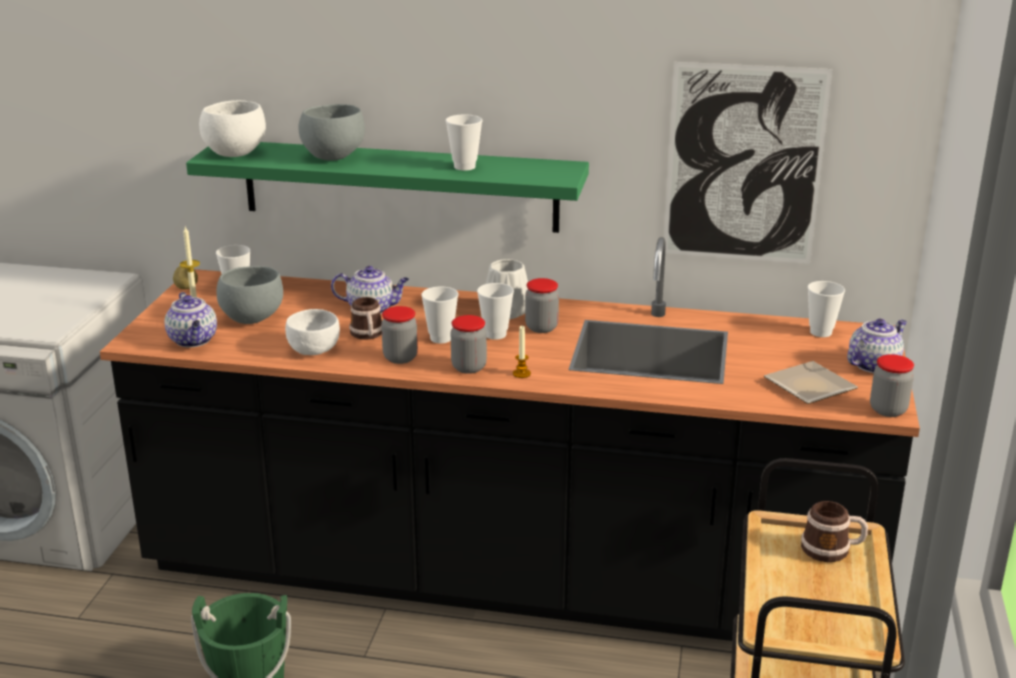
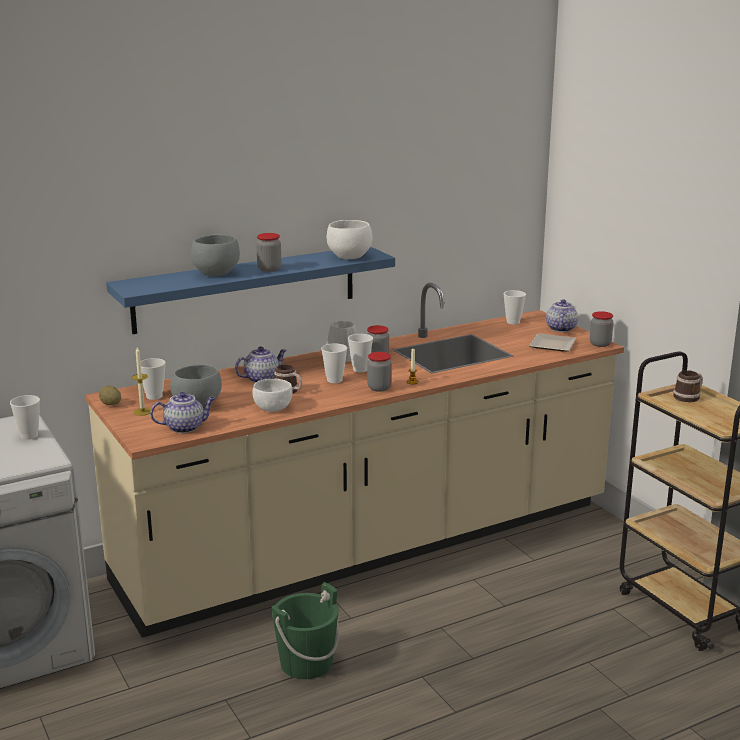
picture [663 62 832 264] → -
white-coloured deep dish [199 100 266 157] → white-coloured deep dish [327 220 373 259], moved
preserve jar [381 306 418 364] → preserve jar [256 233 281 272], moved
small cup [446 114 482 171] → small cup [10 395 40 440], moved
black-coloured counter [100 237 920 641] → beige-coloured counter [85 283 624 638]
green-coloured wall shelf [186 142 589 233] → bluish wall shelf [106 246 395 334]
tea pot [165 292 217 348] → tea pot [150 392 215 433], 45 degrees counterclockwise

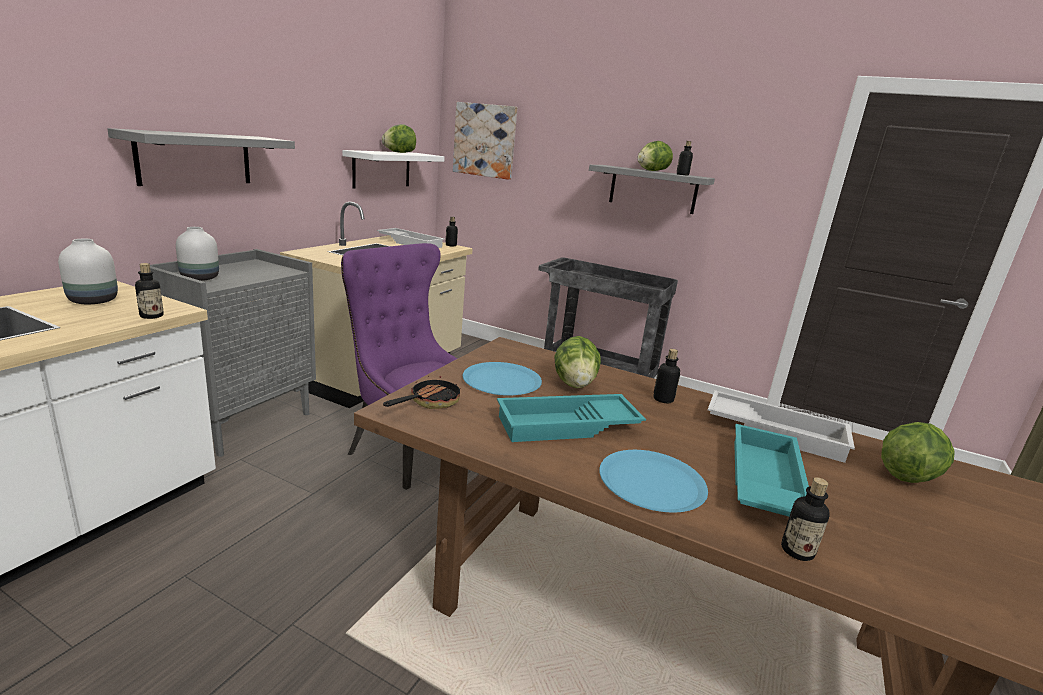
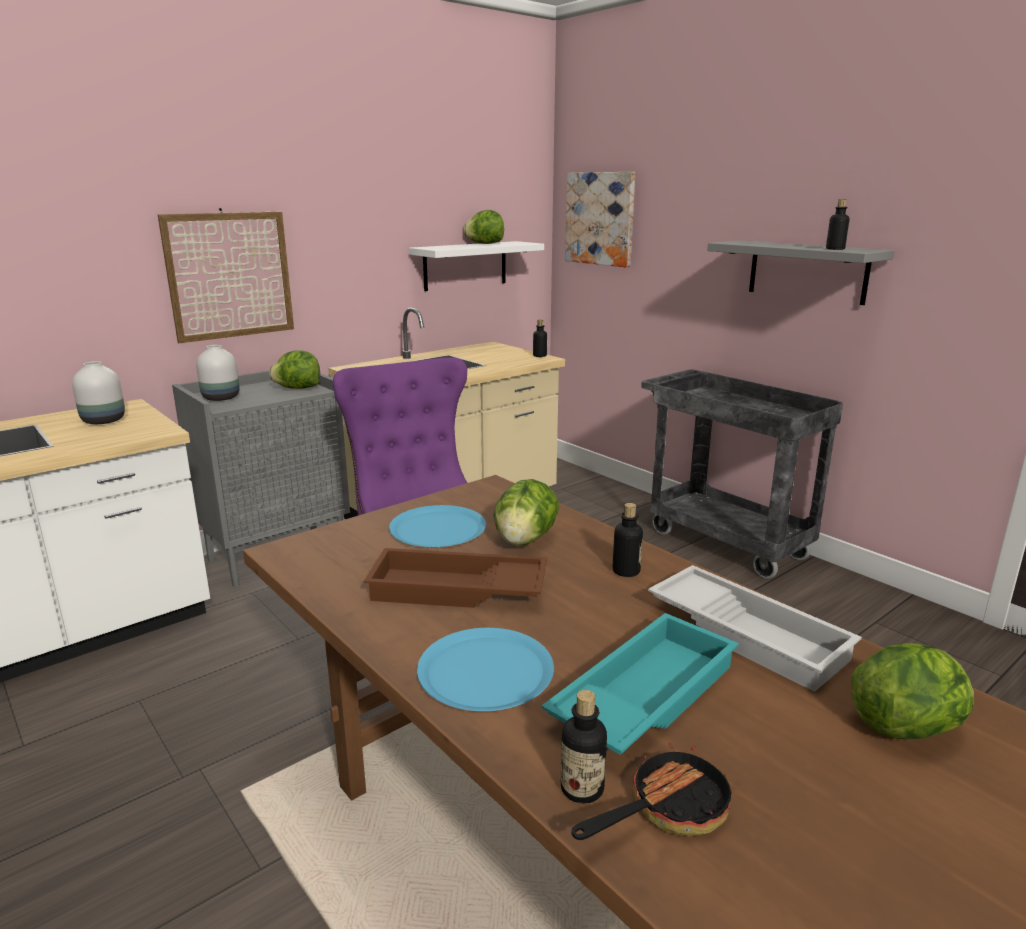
bottle [135 263 164 319] → -
white-coloured serving tray [377 228 444 248] → -
frying pan [383 370 461 409] → frying pan [571 738 734 840], moved
lettuce [638 141 673 171] → lettuce [269 350 320 389], moved
gray wall shelf [107 128 295 186] → picture [158 208 294 343]
turquoise-coloured serving tray [497 394 646 442] → brownish serving tray [364 548 547 608]

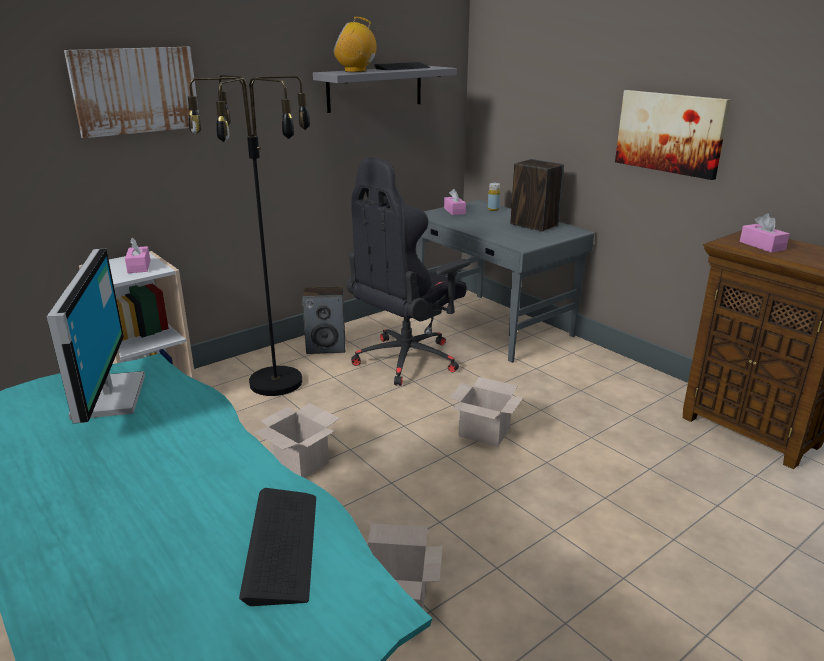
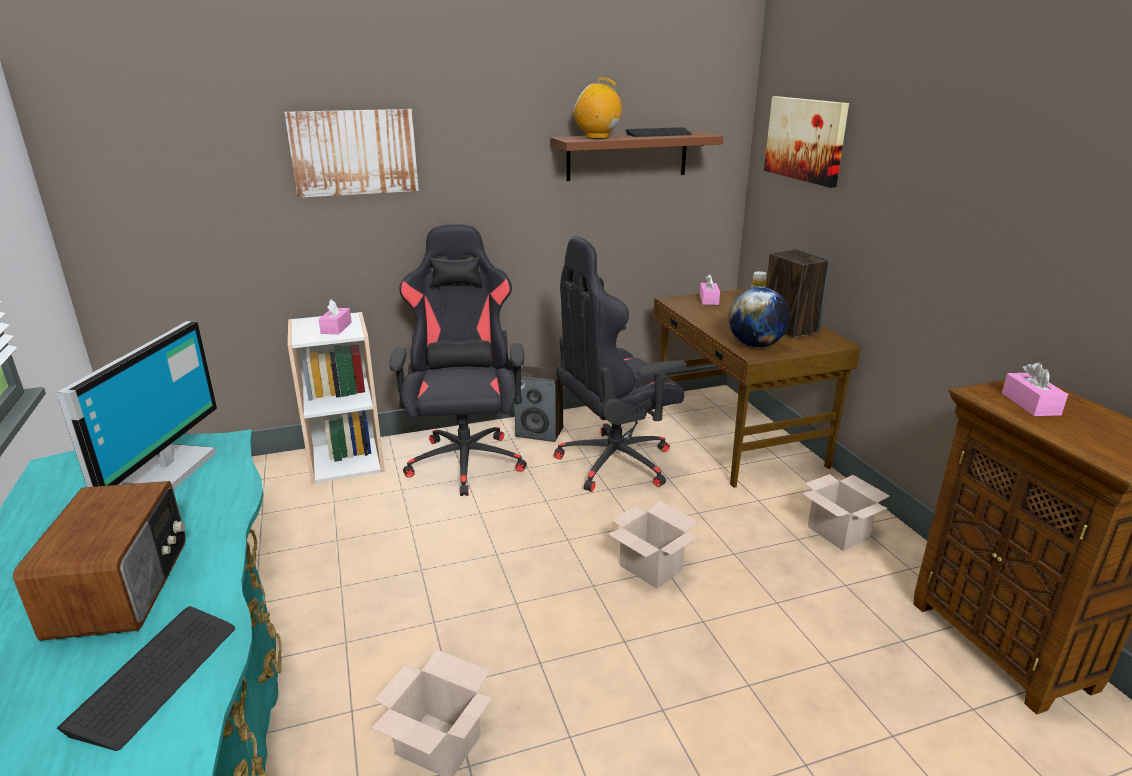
- → radio receiver [13 481 186 641]
- → globe [728 287 790 347]
packing box [254 403 340 478] → packing box [801 474 890 551], moved
picture [615 90 730 180] → picture [764 96 849 188], moved
standard lamp [188 75 310 396] → black-coloured office chair [389 224 527 496]
gray wall shelf [313 66 457 113] → brownish wall shelf [551 132 724 181]
gray desk table [416 200 594 363] → brownish desk table [653 288 861 488]

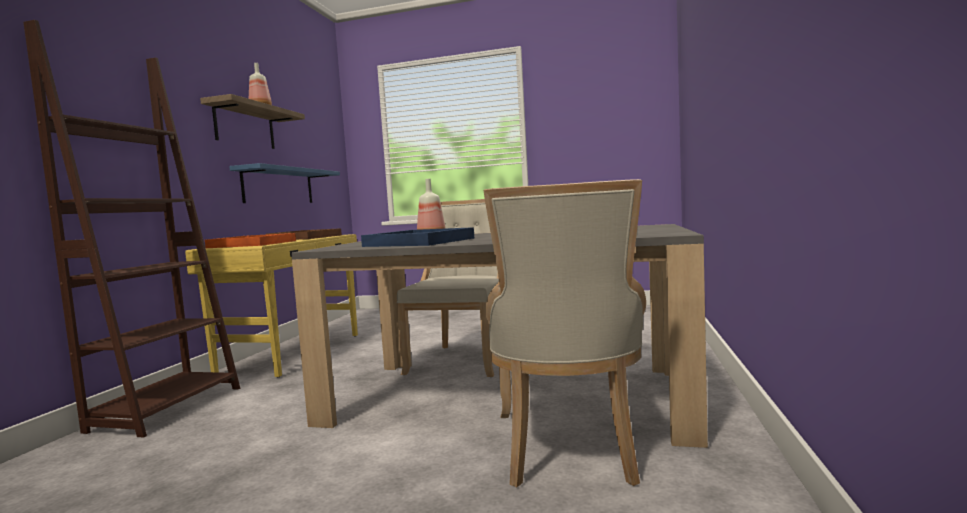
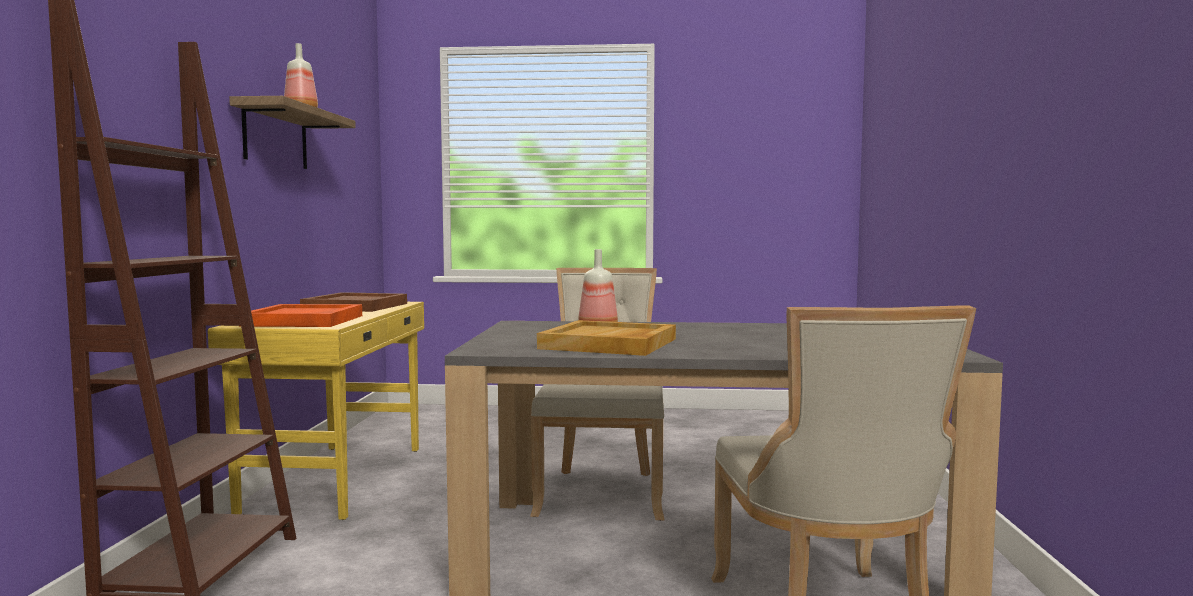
bluish wall shelf [229 163 340 203] → -
bluish serving tray [361 227 474 247] → beige-coloured serving tray [537 320 676 356]

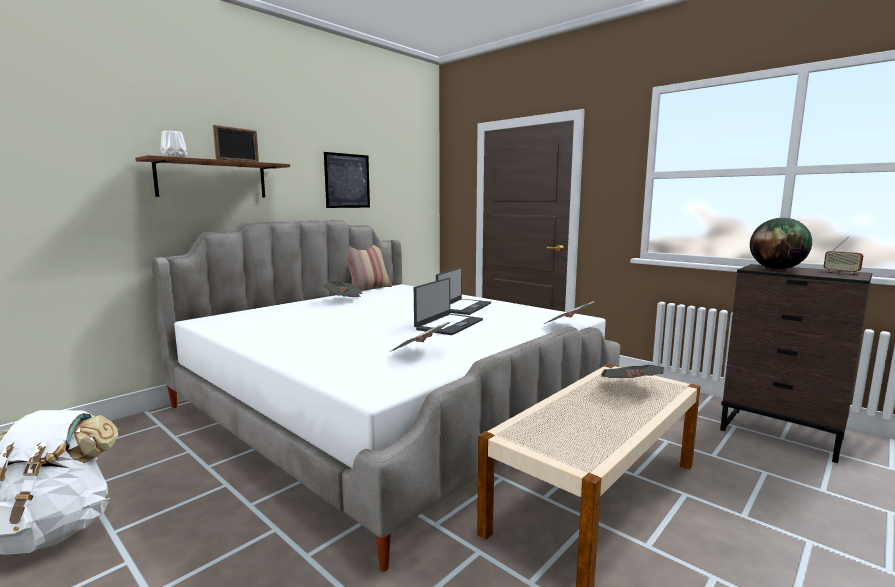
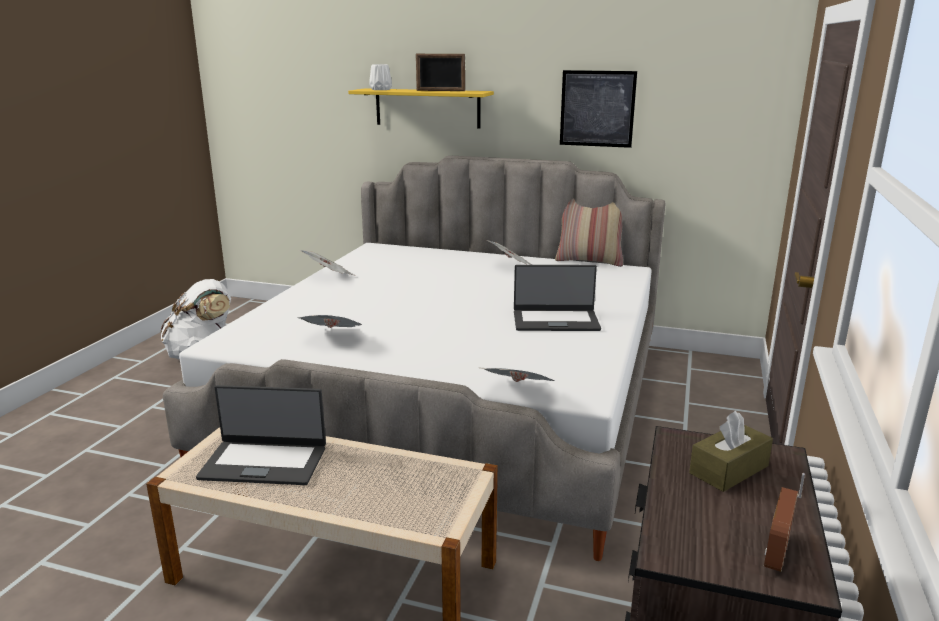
notebook computer [414 278 483 335] → notebook computer [196 385 326 485], moved
newspaper [601 365 664 378] → newspaper [299 250 354 275], moved
globe [750 218 812 269] → brownish box of tissues [689 411 773 492]
brownish wall shelf [135 155 290 197] → yellow wall shelf [348 88 494 128]

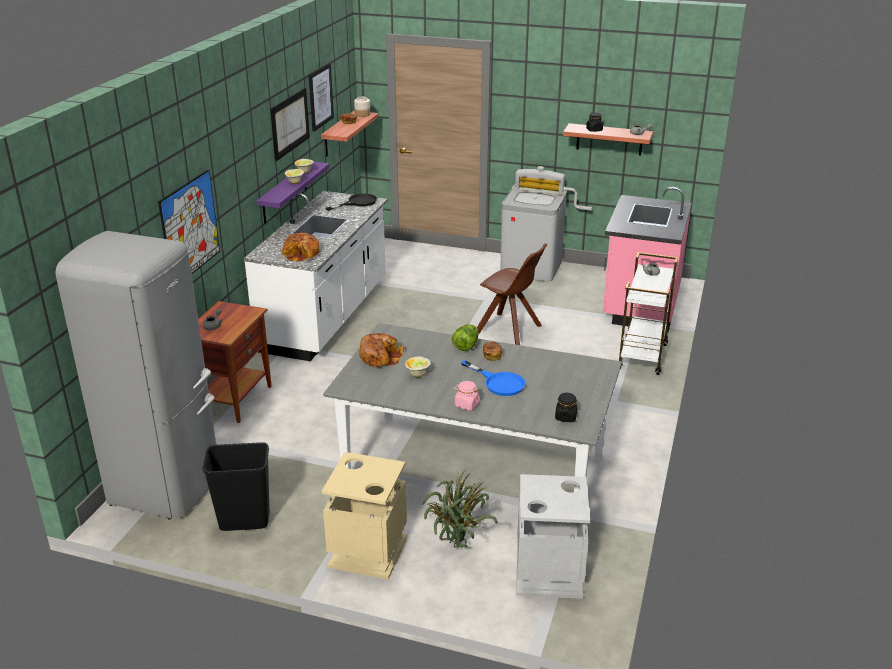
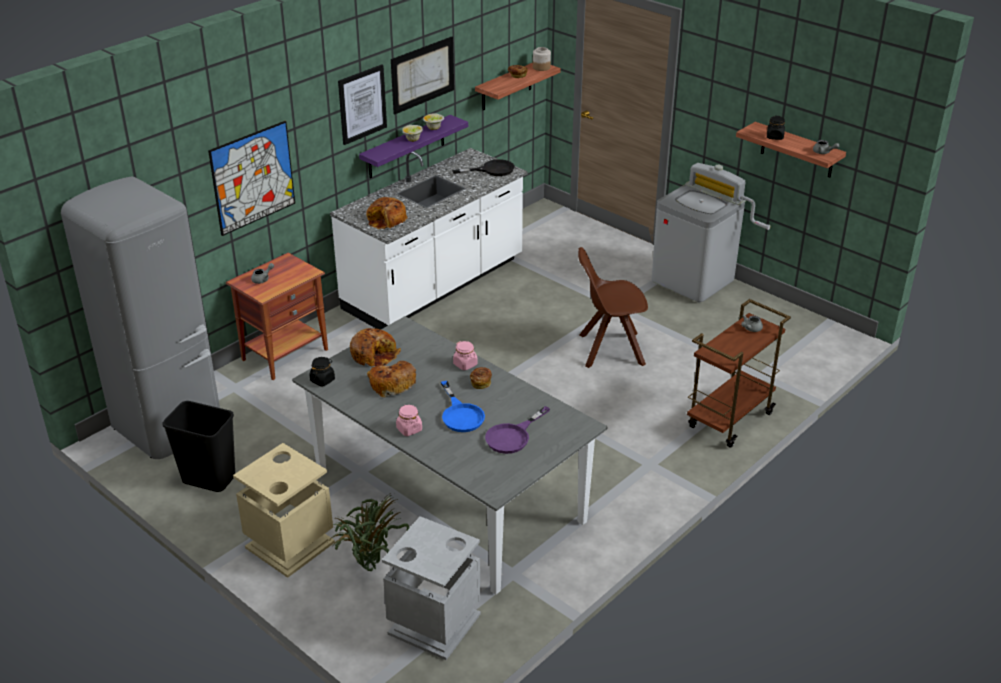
pinkish counter [603 187 692 332] → -
- → purple-coloured frying pan [485 406 550 454]
picture [309 63 334 132] → picture [338 64 387 145], moved
black-coloured preserve jar [555 393 577 422] → black-coloured preserve jar [310 357 335 386], moved
deep dish [405 356 431 377] → bakery bread [367 361 416 397]
lettuce [452 324 478 351] → pinkish preserve jar [453 341 477 370]
white-coloured cart [619 252 678 375] → brownish cart [687 299 791 448]
brownish chair [477 243 547 345] → brownish chair [578 247 648 368], 120 degrees clockwise

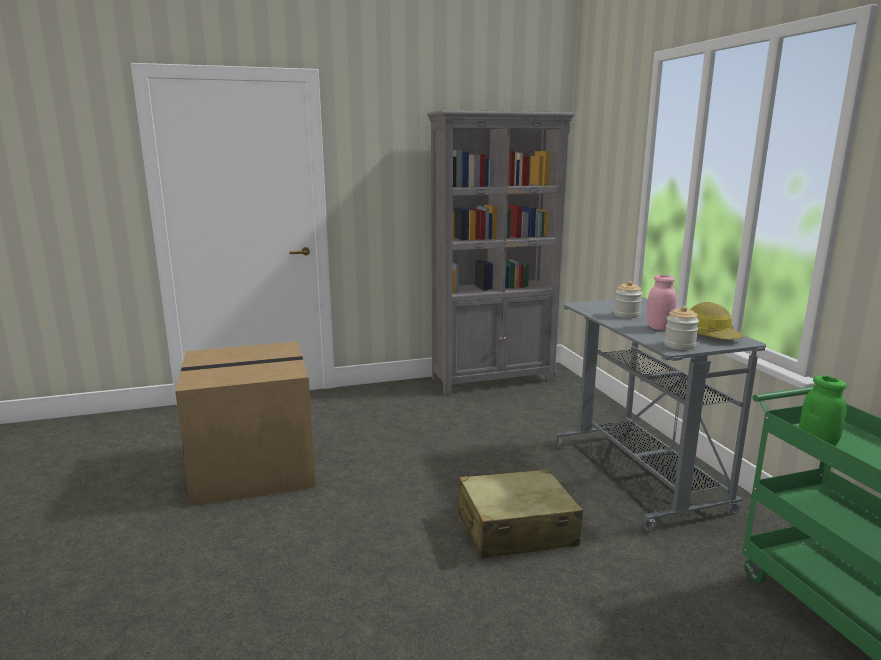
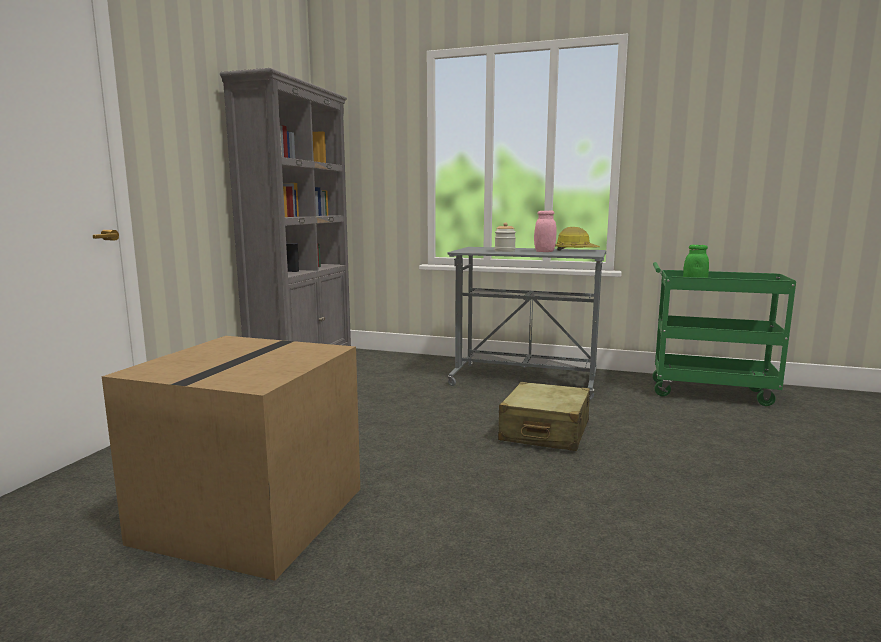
preserve jar [664 306 699 350] → -

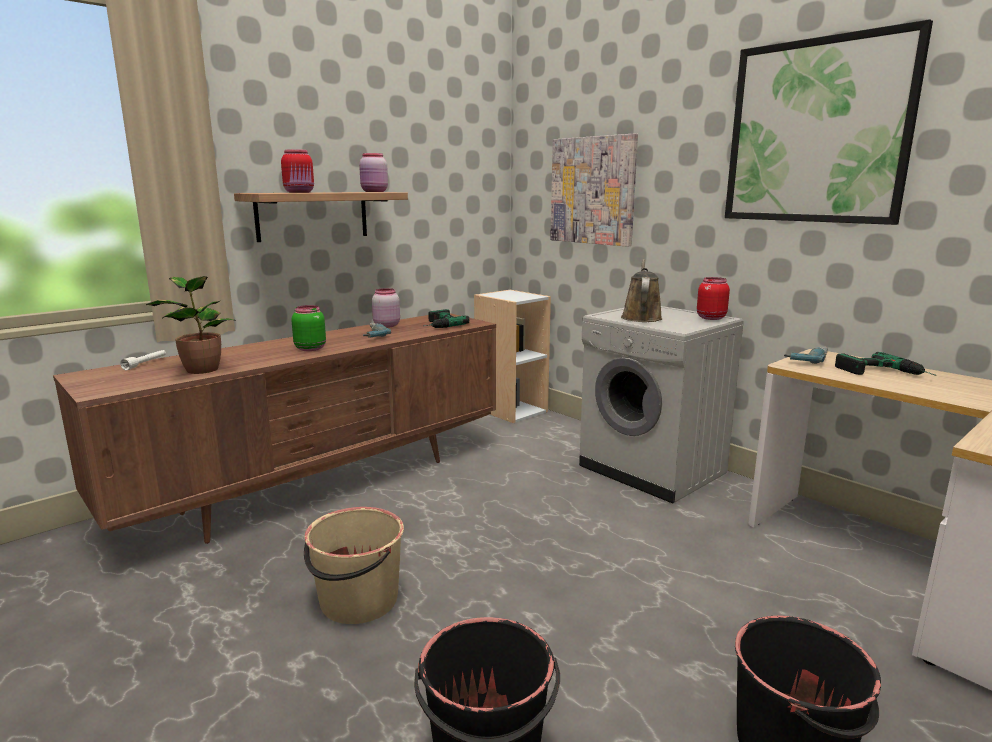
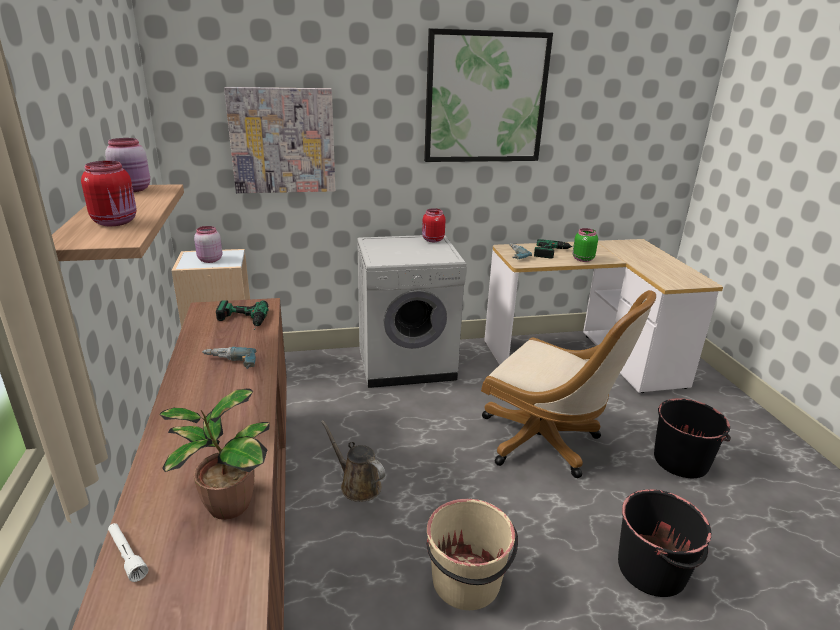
- → office chair [481 290 656 478]
green-coloured preserve jar [291 305 326 351] → green-coloured preserve jar [573 228 598 262], moved
pinkish preserve jar [372 288 400 328] → pinkish preserve jar [194 226 222 263], moved
brownish watering pot [621 259 662 322] → brownish watering pot [321 420 385 502], moved

